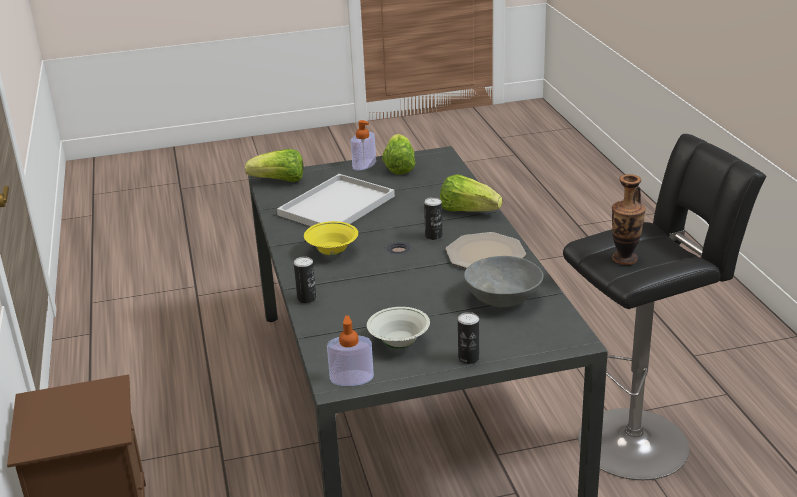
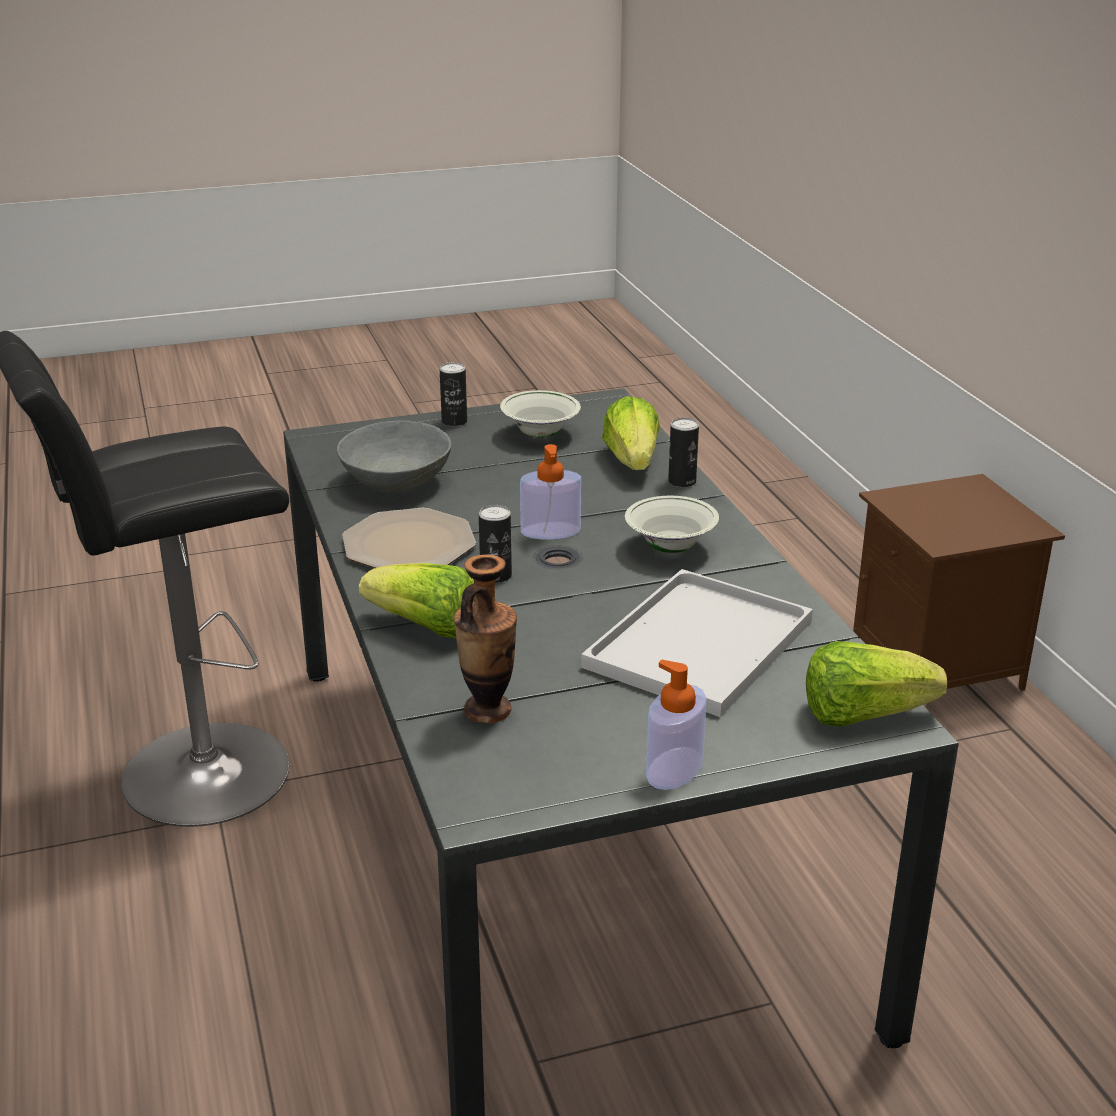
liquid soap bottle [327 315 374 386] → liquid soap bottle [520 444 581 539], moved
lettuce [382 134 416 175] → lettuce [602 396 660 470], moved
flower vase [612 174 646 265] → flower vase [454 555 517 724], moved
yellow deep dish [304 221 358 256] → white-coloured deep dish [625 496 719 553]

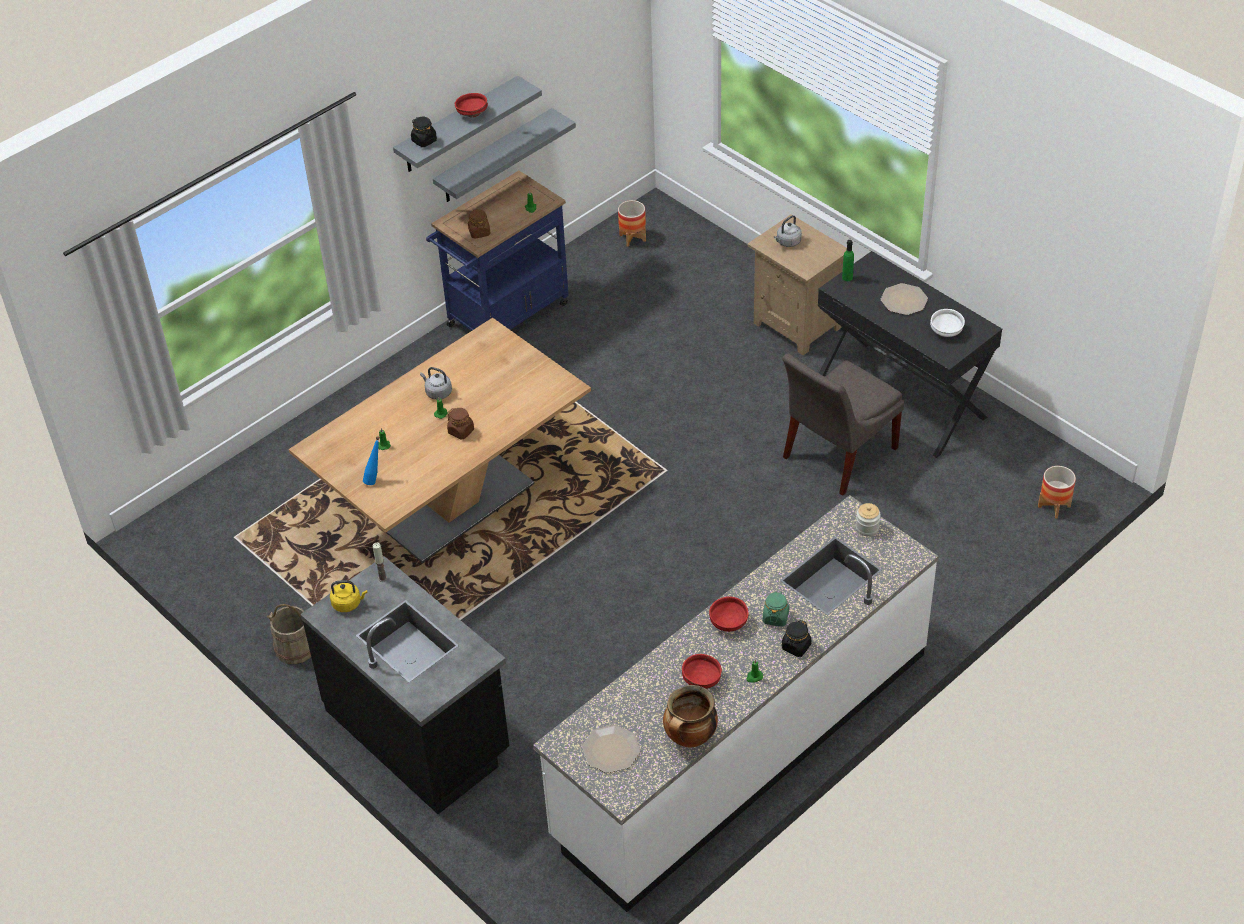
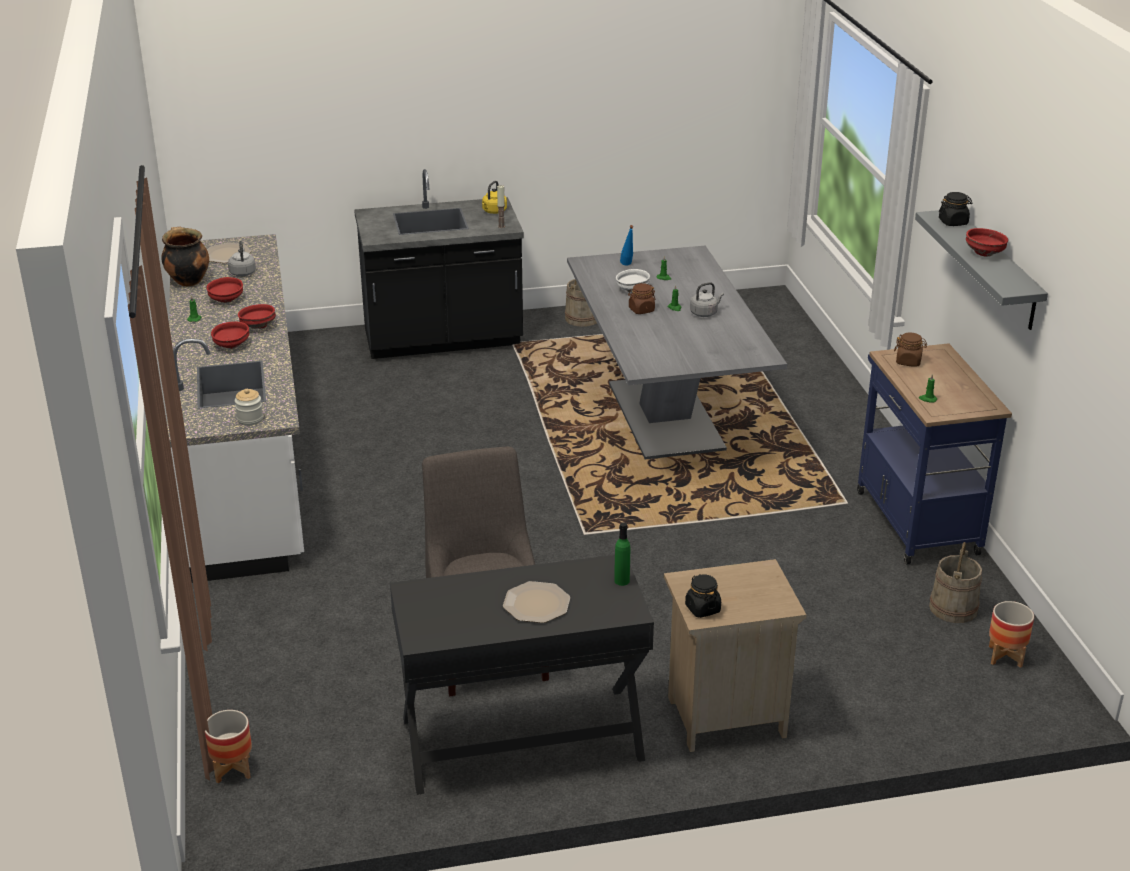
gray wall shelf [433 108 576 202] → -
- → beige-coloured pail [929 542 982 623]
gray kettle [774 215 802 247] → gray kettle [228 241 256 276], moved
black-coloured preserve jar [782 620 812 657] → black-coloured preserve jar [685 574 721 618], moved
white-coloured deep dish [930 309 965 337] → white-coloured deep dish [616 269 650 292], moved
green-coloured preserve jar [763 592 789 627] → reddish deep dish [211 322 249 349]
brownish dinner table [289 317 591 563] → gray dinner table [567 246 787 460]

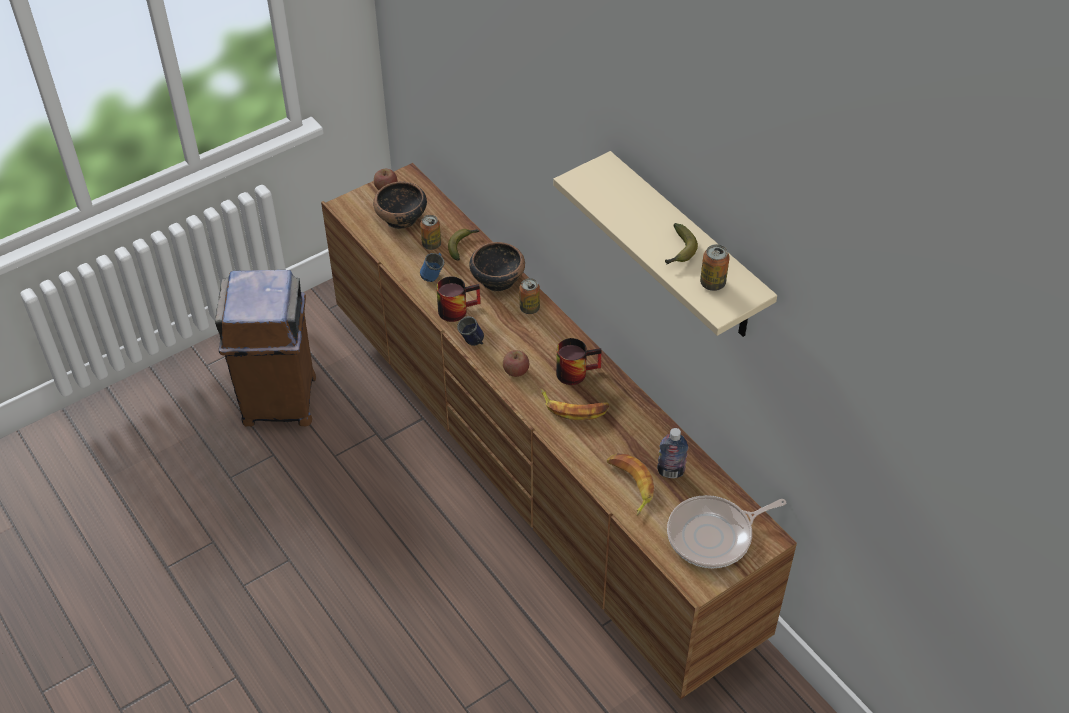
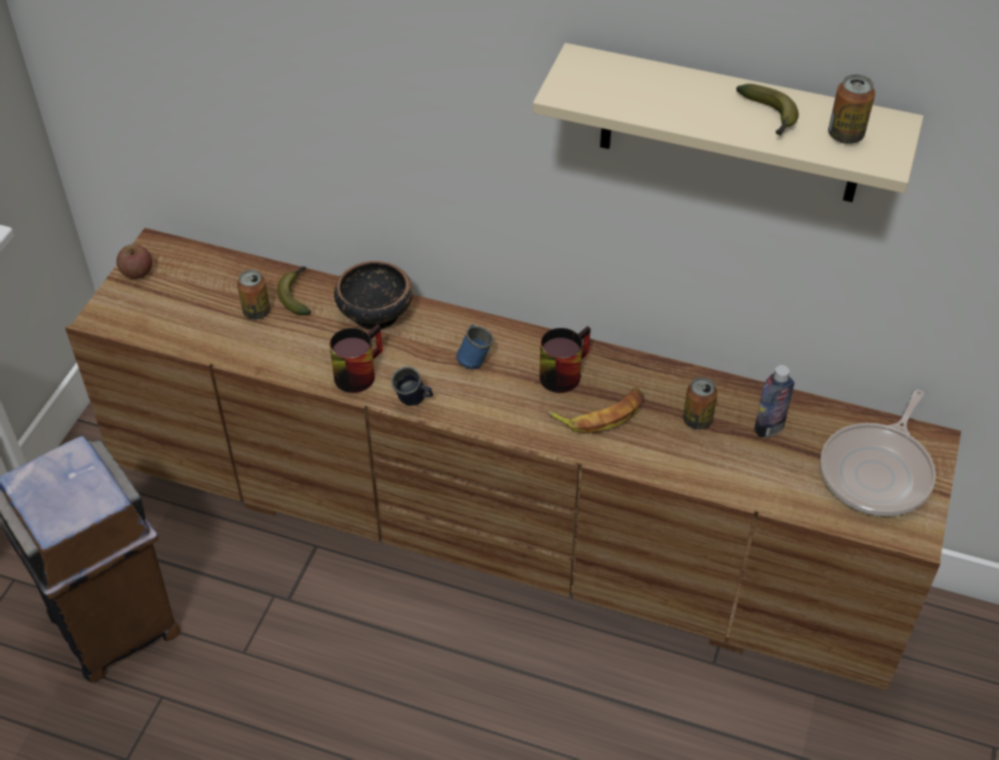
deep dish [373 181 427 229] → -
whole apple [503 350 529 377] → -
banana fruit [607 454 654 516] → -
bluish coffee mug [420 253 444 282] → bluish coffee mug [456 324 493 370], moved
metal can [519 278 540 314] → metal can [683 377 717 429], moved

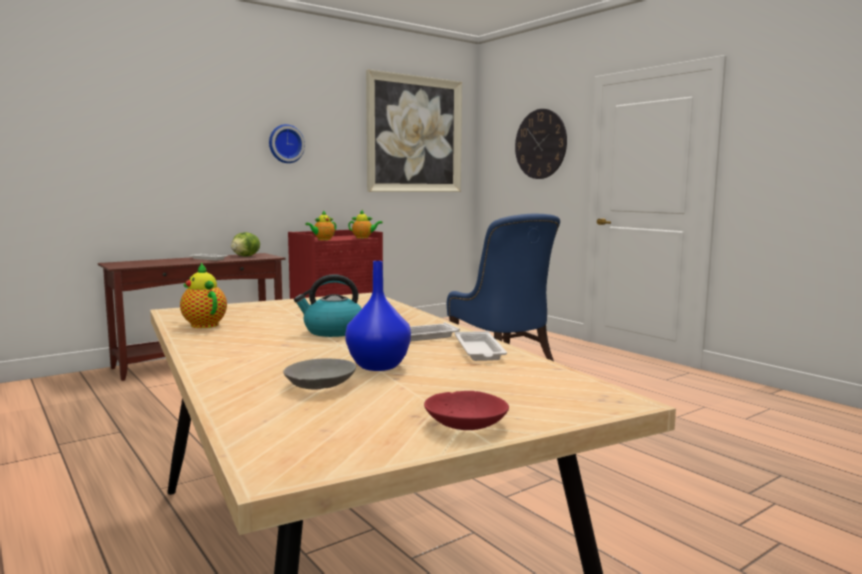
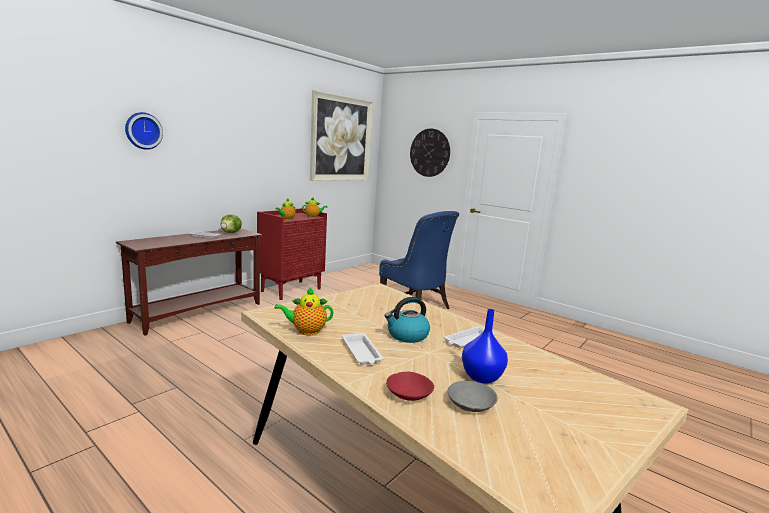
clock on the wall [269 124 305 163] → clock on the wall [125 112 163 150], moved
reddish deep dish [424 391 509 430] → reddish deep dish [386 372 434 401], moved
white-coloured serving tray [455 331 507 361] → white-coloured serving tray [342 333 384 365], moved
tea pot [180 263 227 328] → tea pot [274 287 333 336], 45 degrees counterclockwise

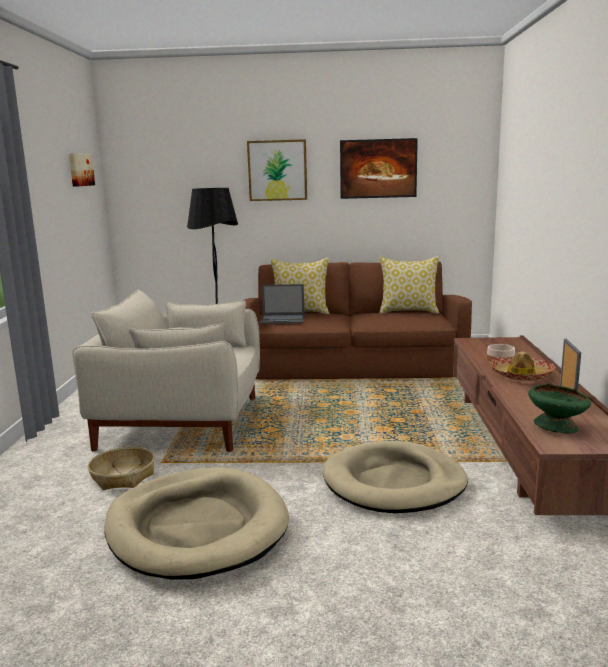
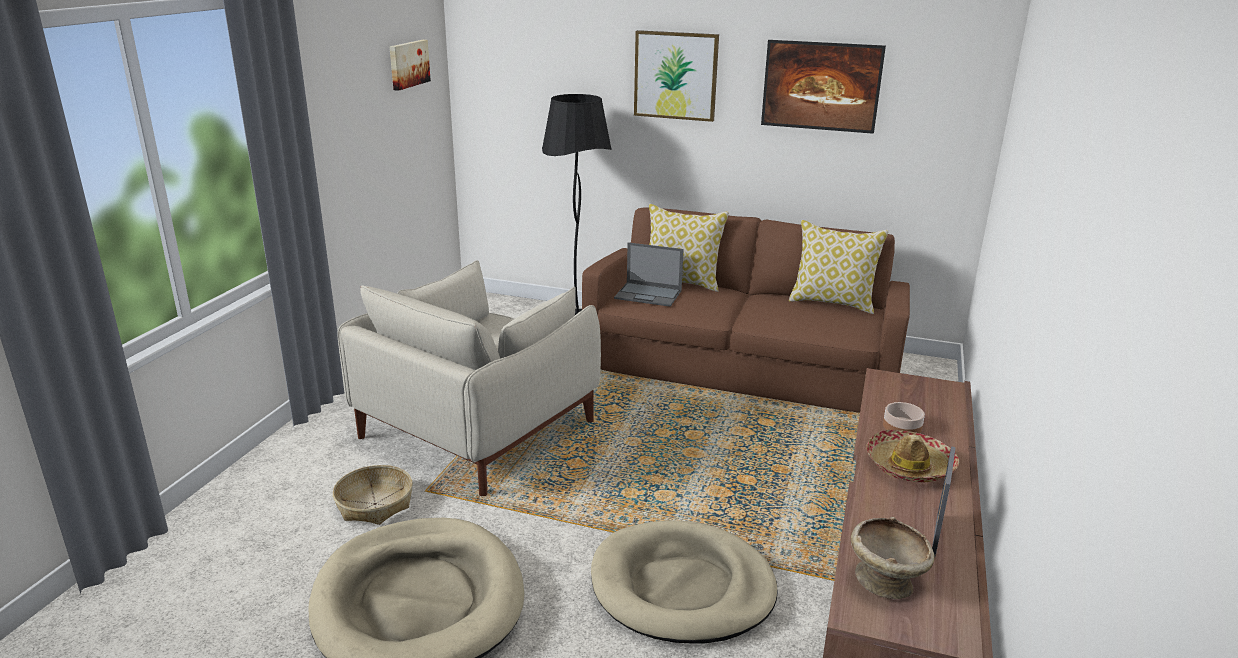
green-coloured deep dish [528 382 591 433] → beige-coloured deep dish [851 517 935 599]
beige-coloured armchair [73 289 260 452] → beige-coloured armchair [338 260 601 496], 75 degrees counterclockwise

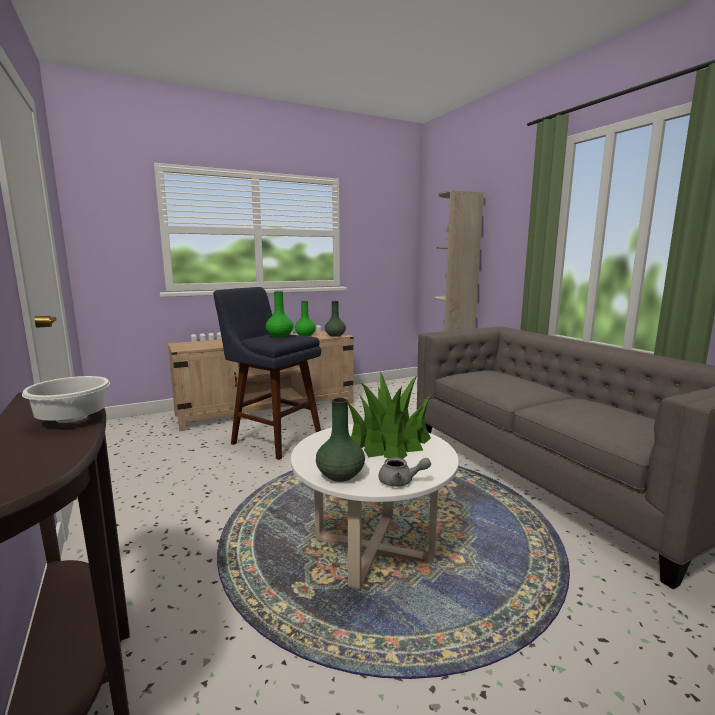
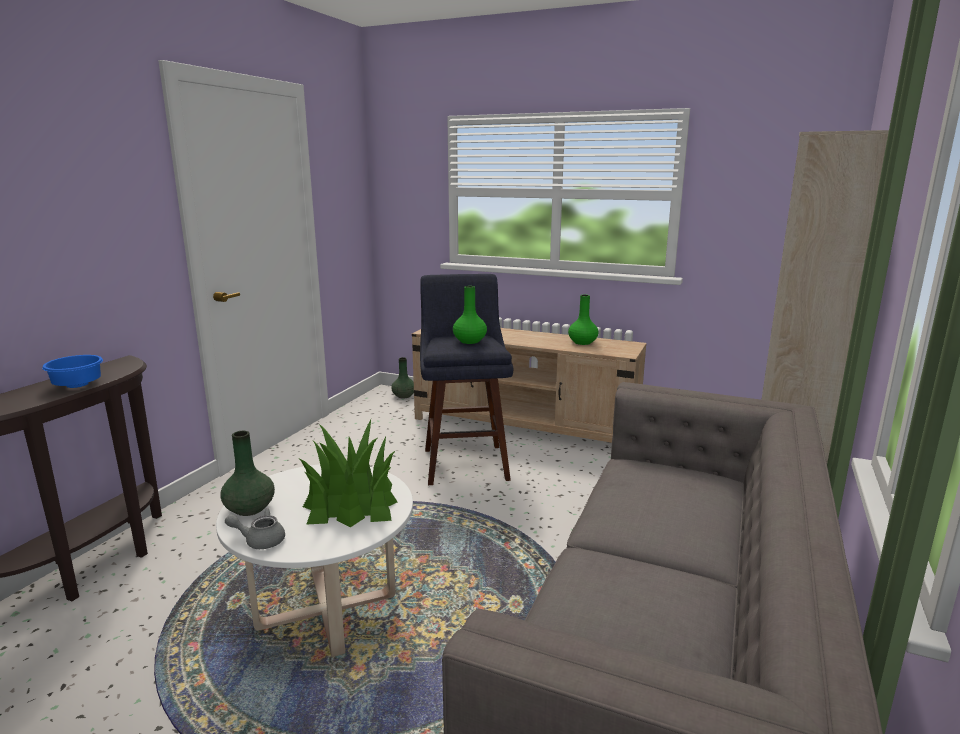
green-coloured flower vase [325 301 346 337] → green-coloured flower vase [391 357 414 398], moved
white-coloured deep dish [22 376 110 423] → bluish deep dish [42 355 103 388]
gray tea pot [379 457 431 487] → gray tea pot [225 508 285 549], 120 degrees clockwise

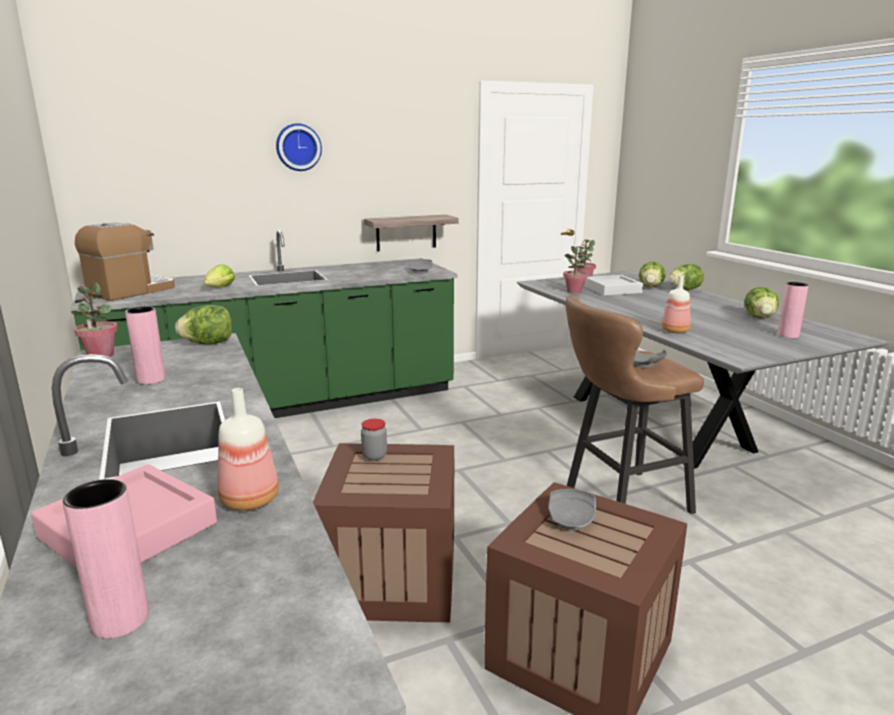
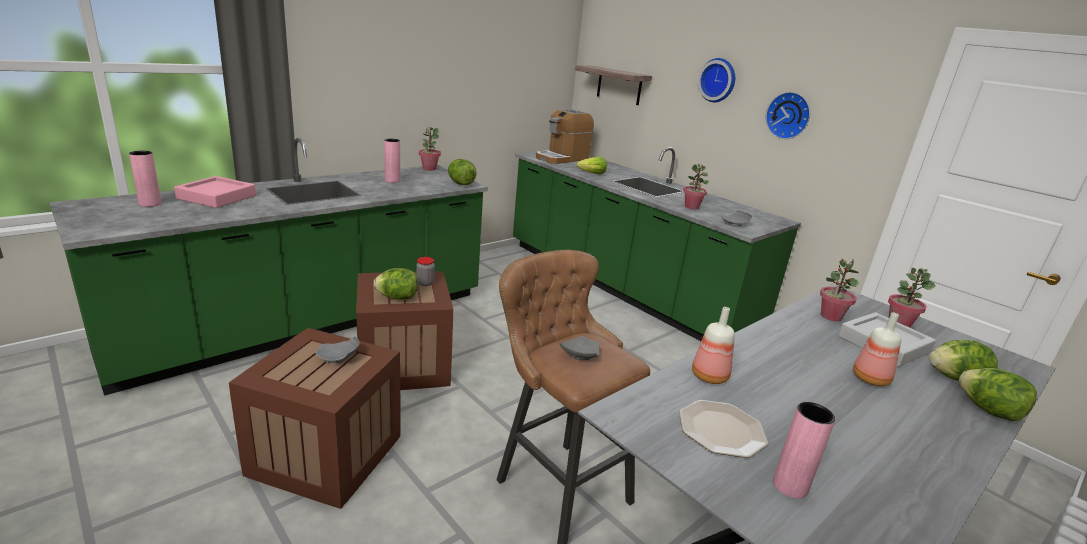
- → plate [679 400 768 458]
- → houseplant [683 164 709 209]
- → clock on the wall [766 92 810 139]
bottle [218 388 279 510] → bottle [853 312 901 386], moved
wall shelf [364 215 459 252] → wall shelf [575 65 652 105], moved
lettuce [744 287 779 318] → lettuce [374 268 418 300], moved
coffee brewer [75 222 175 301] → coffee brewer [536 109 594 164], 120 degrees clockwise

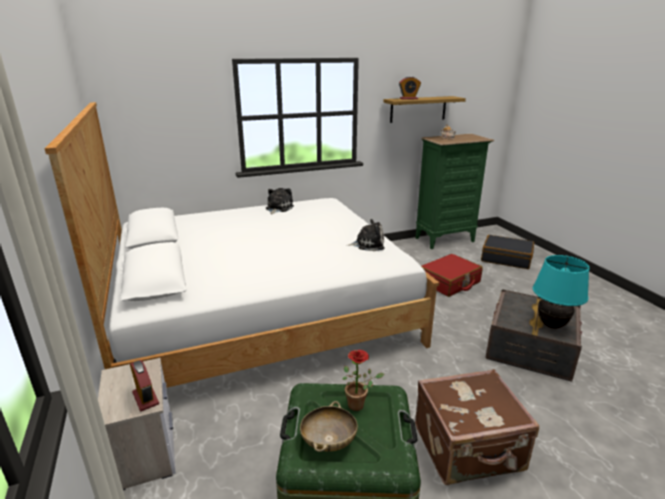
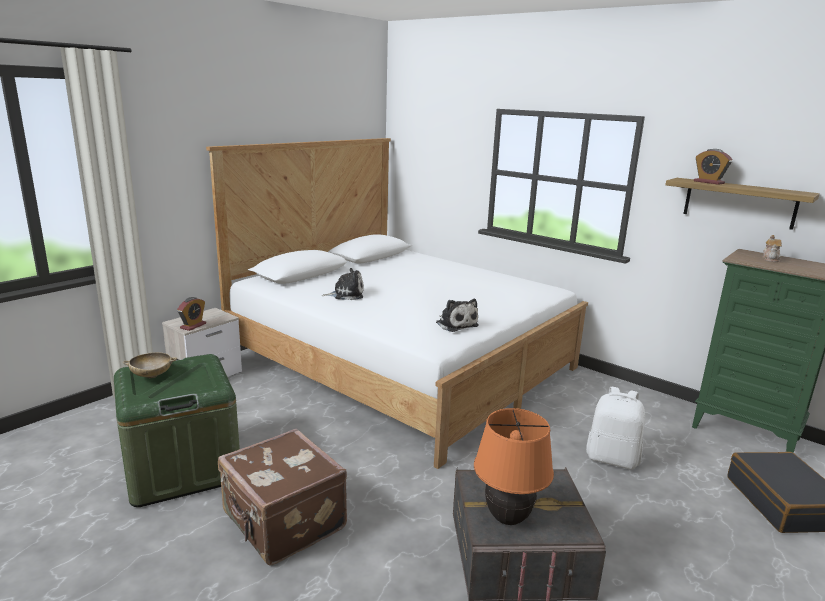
houseplant [342 350 384 411] → -
plush toy [266 188 294 215] → plush toy [322 268 364 300], moved
reddish travel case [421 254 482 297] → white-coloured backpack [586 387 645 470]
turquoise-coloured tabletop lamp [533 255 590 329] → orange tabletop lamp [474 408 554 525]

